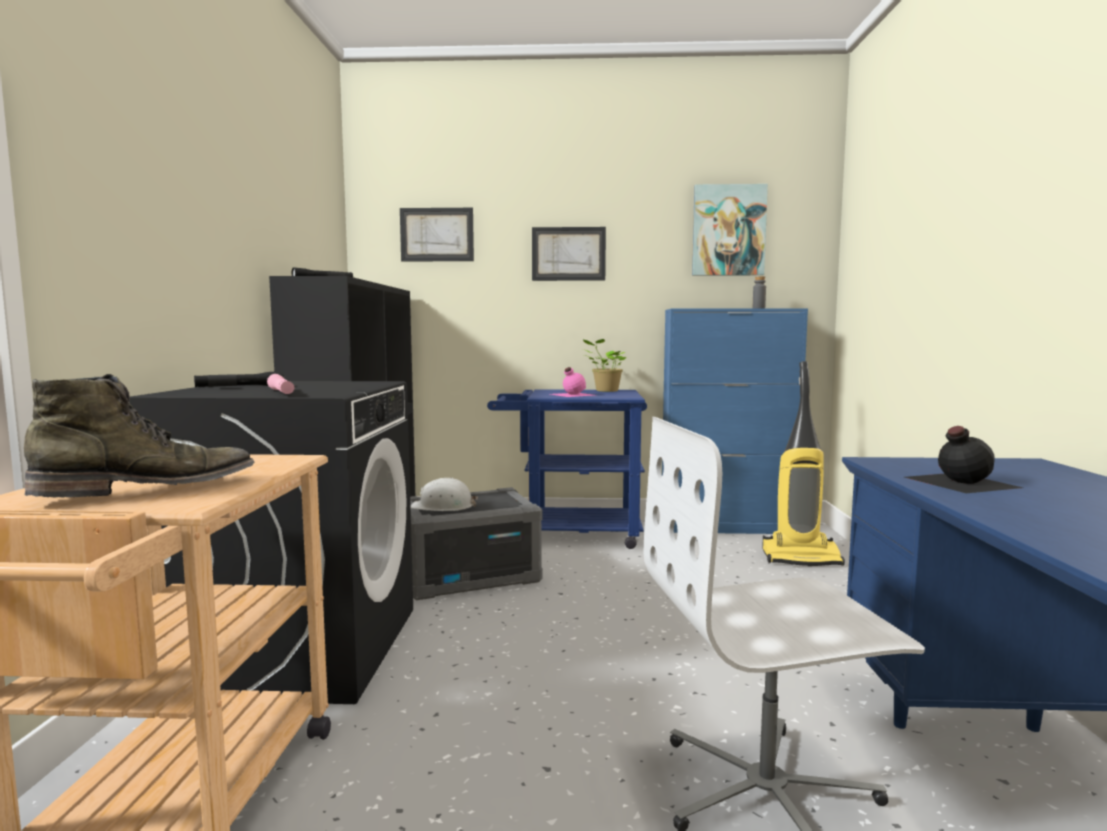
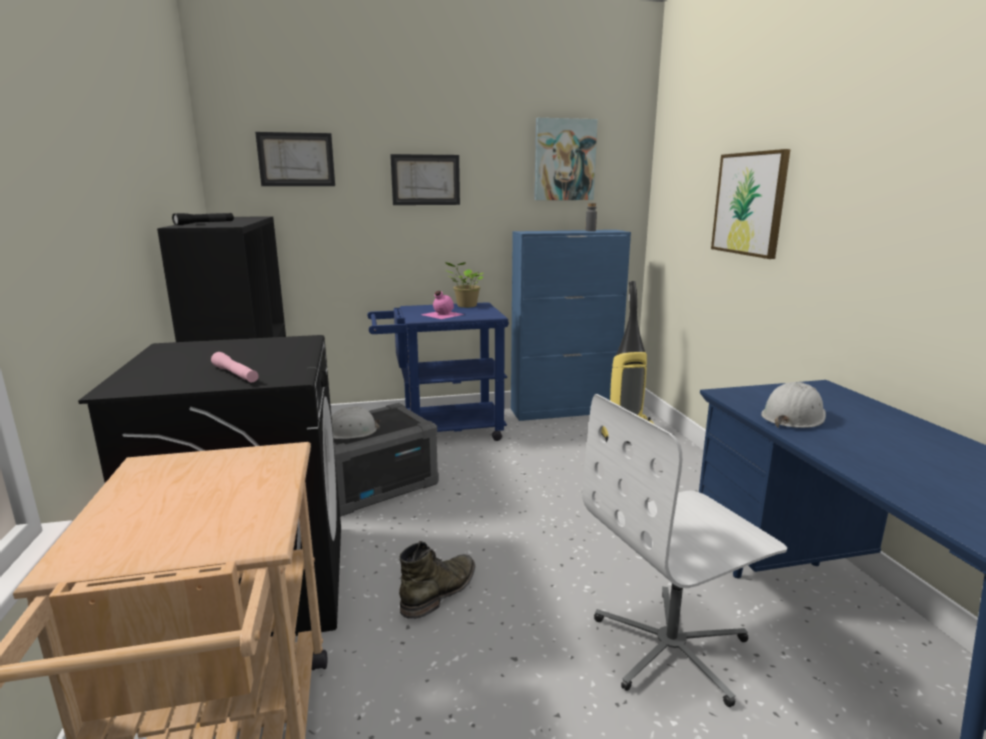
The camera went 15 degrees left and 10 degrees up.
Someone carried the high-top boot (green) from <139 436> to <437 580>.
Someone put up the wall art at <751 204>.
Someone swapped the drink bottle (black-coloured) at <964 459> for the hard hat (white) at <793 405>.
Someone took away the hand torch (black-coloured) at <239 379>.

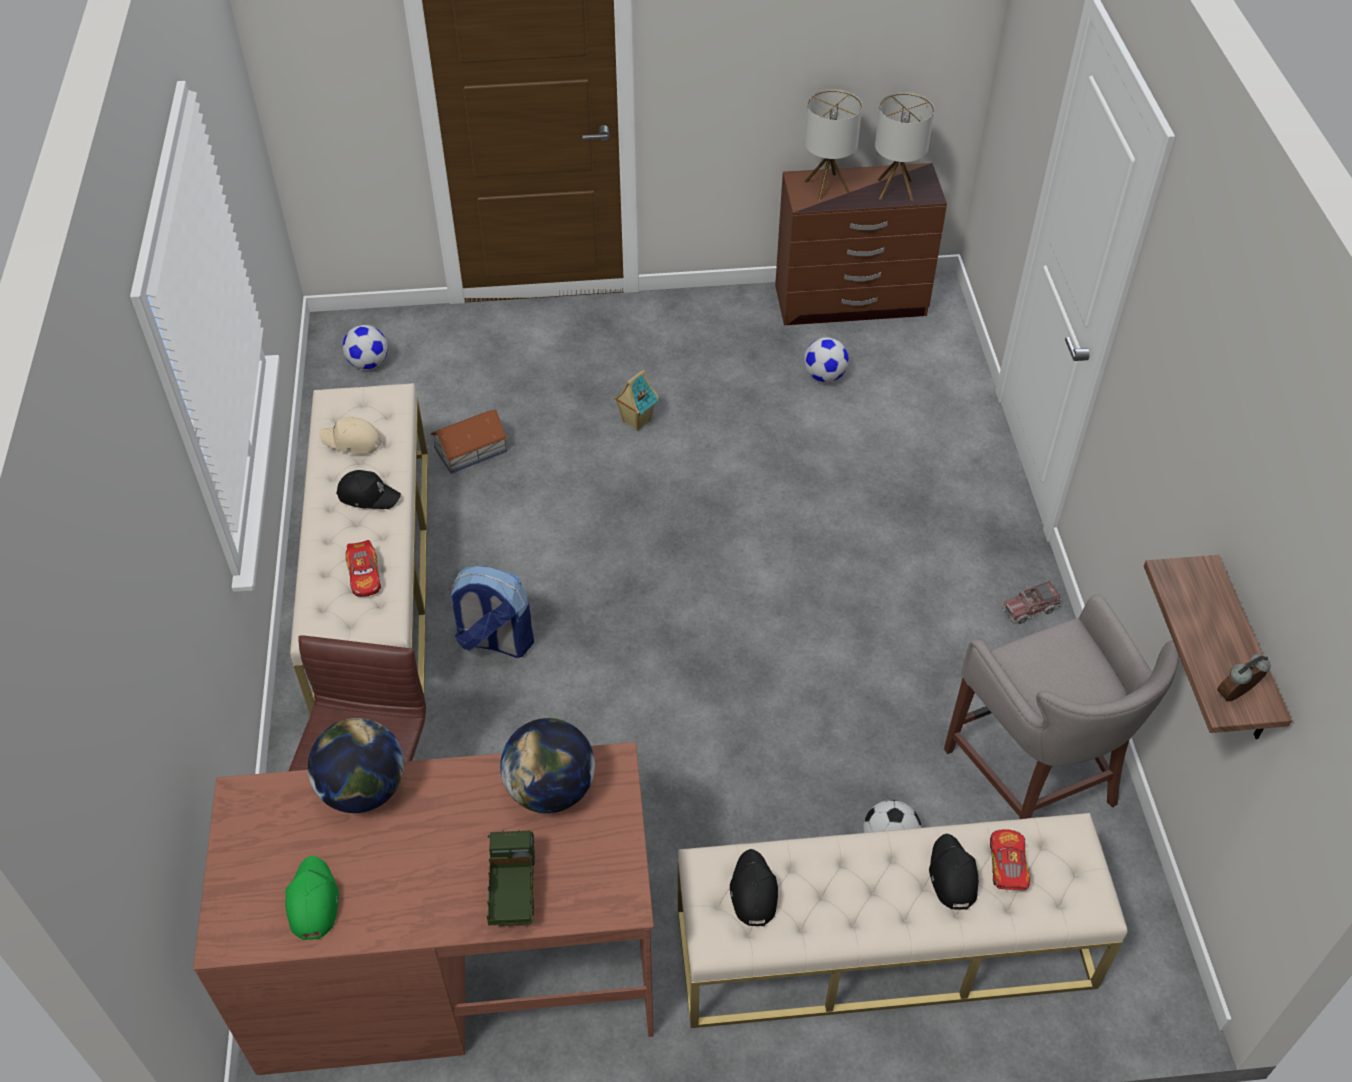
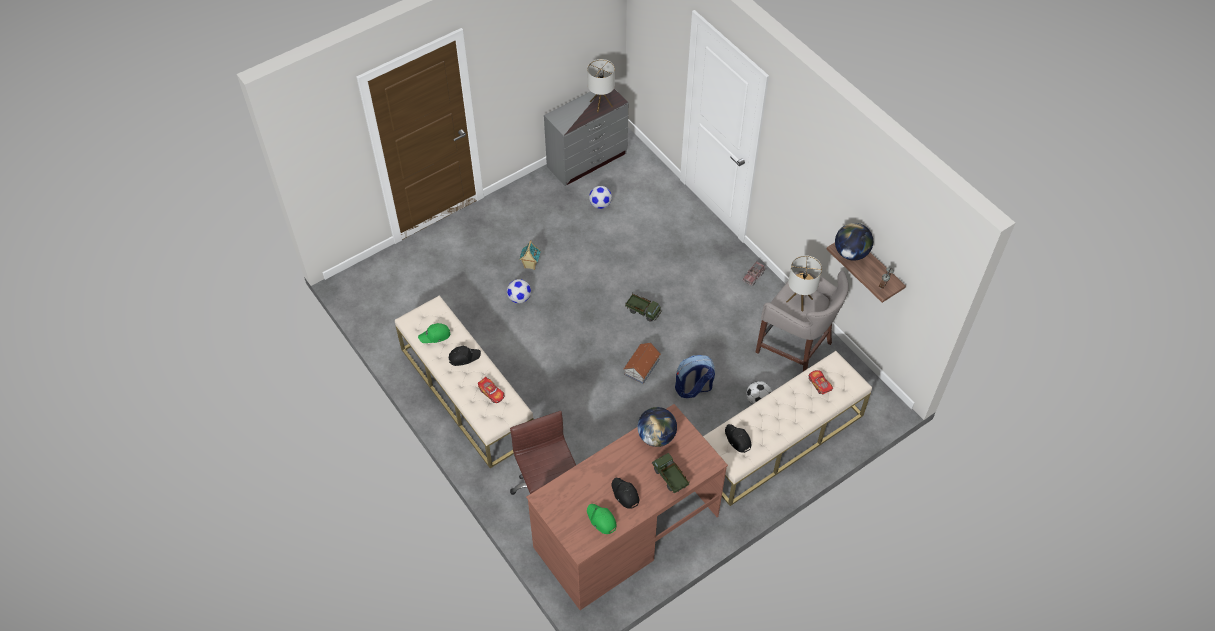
The camera went 30 degrees left and 5 degrees up.
Someone repainted the peaked cap (beige) at <350 435>, which became the peaked cap (green) at <434 333>.
Someone carried the football from <365 347> to <519 291>.
Someone repainted the drawer chest (brown) at <861 244>, which became the drawer chest (grey) at <586 137>.
Someone carried the peaked cap (black-coloured) from <953 872> to <625 493>.
Someone carried the toy house from <469 441> to <642 363>.
Someone put down the toy lorry at <643 307>.
Someone carried the rucksack from <491 612> to <695 376>.
Someone carried the tabletop lamp from <833 144> to <804 283>.
Someone carried the globe from <356 765> to <854 242>.

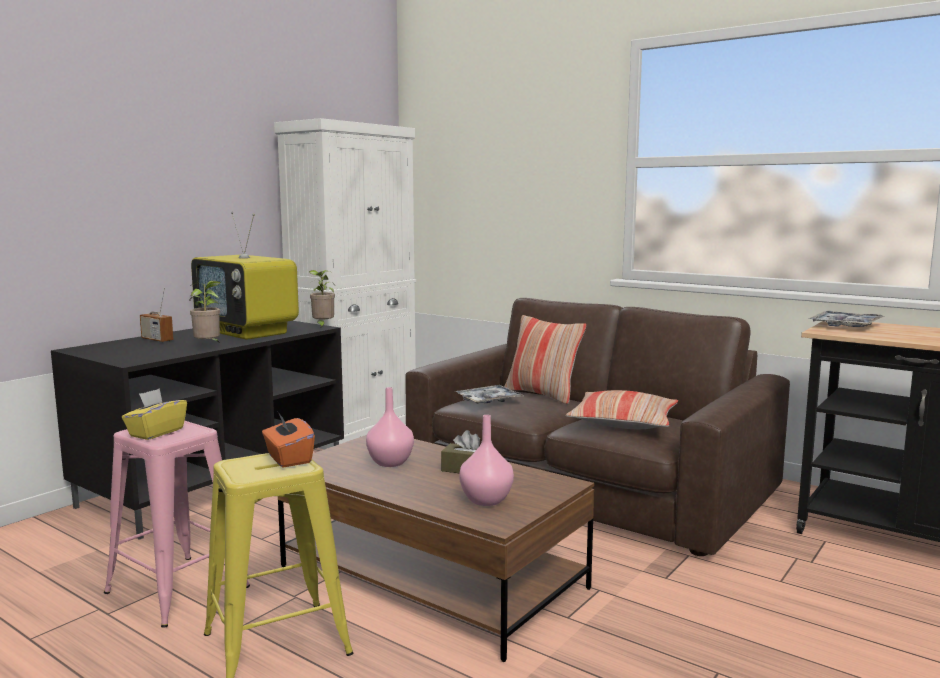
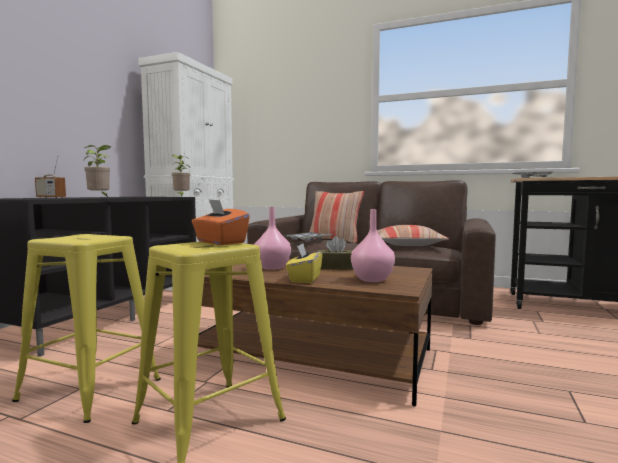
The camera went 15 degrees left and 5 degrees down.
Someone repainted the stool seat (pink-coloured) at <177 524>, which became the stool seat (yellowish) at <86 328>.
Someone carried the tissue box (yellowish) from <154 414> to <304 263>.
Someone took away the television at <245 276>.

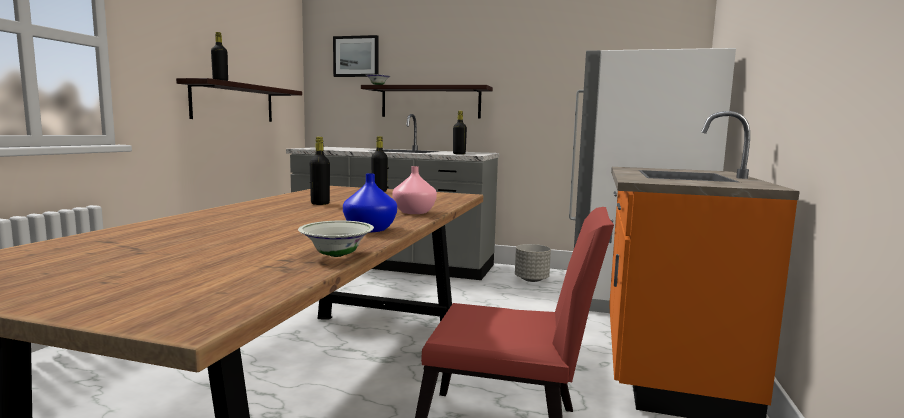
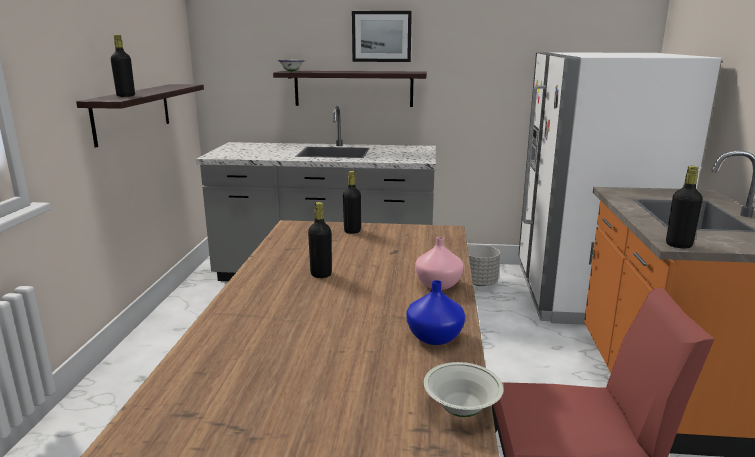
The camera went 10 degrees left and 10 degrees up.
Someone carried the wall art from <356 56> to <382 36>.
Someone carried the drink bottle (black-coloured) from <460 133> to <684 207>.

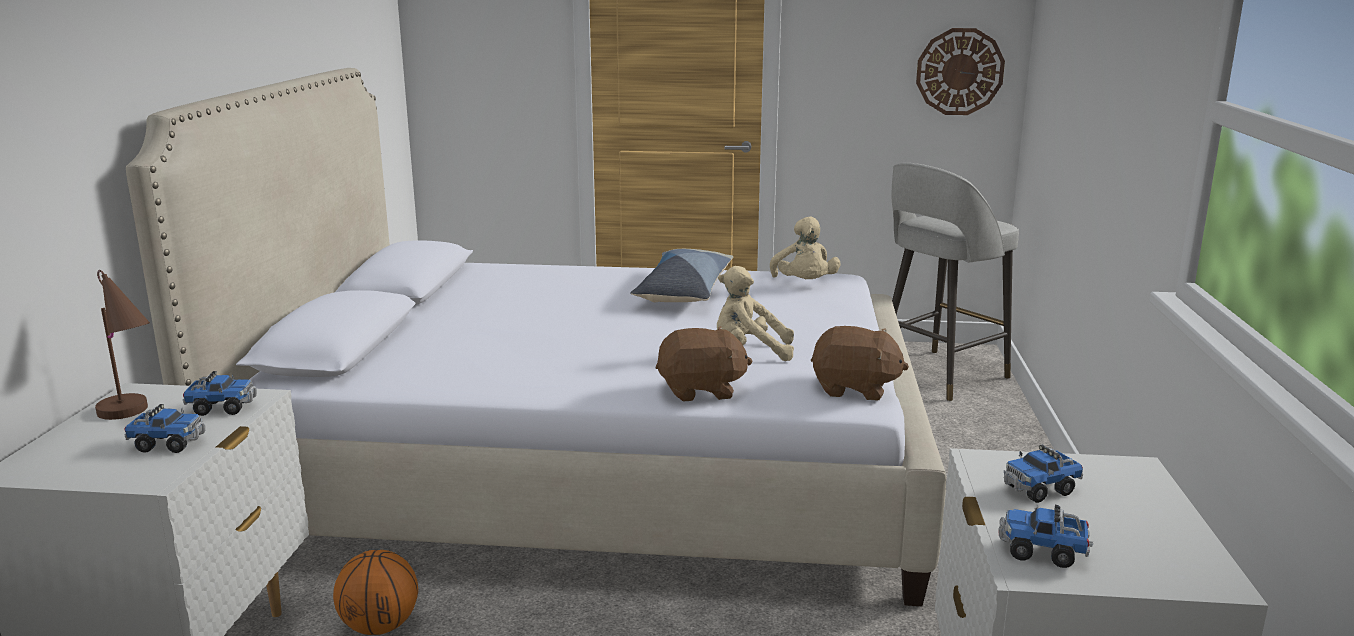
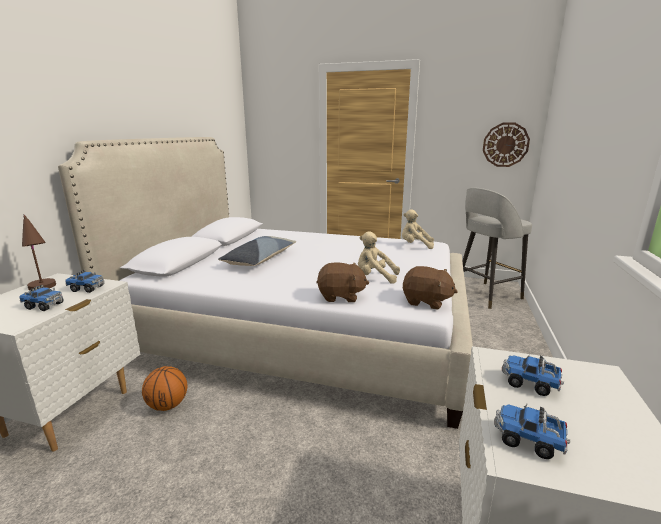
The camera went 10 degrees right and 0 degrees up.
Someone carried the pillow from <681 275> to <257 251>.
Someone rotated the plush toy (beige) at <805 248> by 105 degrees clockwise.
Someone rotated the toy lorry at <1043 474> by 45 degrees clockwise.

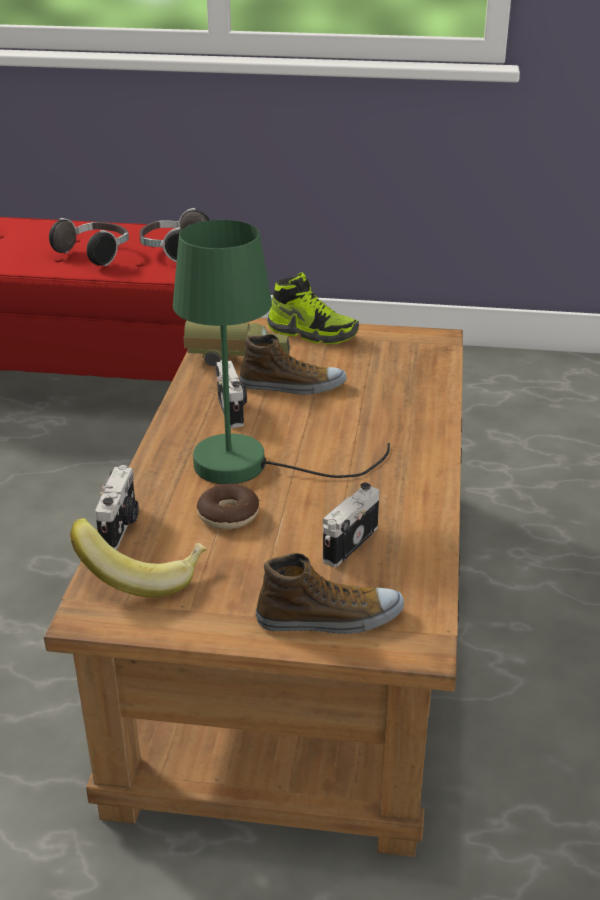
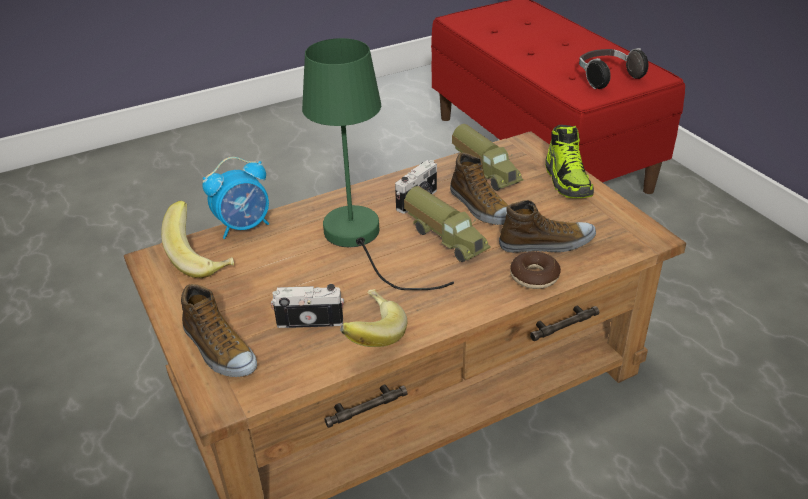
The camera went 55 degrees right and 5 degrees up.
Someone swapped the photo camera at <117 507> for the alarm clock at <236 198>.
Someone put down the banana fruit at <374 318>.
Someone put down the toy lorry at <447 224>.
Someone put down the shoe at <547 226>.
Someone carried the ring doughnut from <228 506> to <535 270>.
Someone took away the pair of headphones at <89 242>.

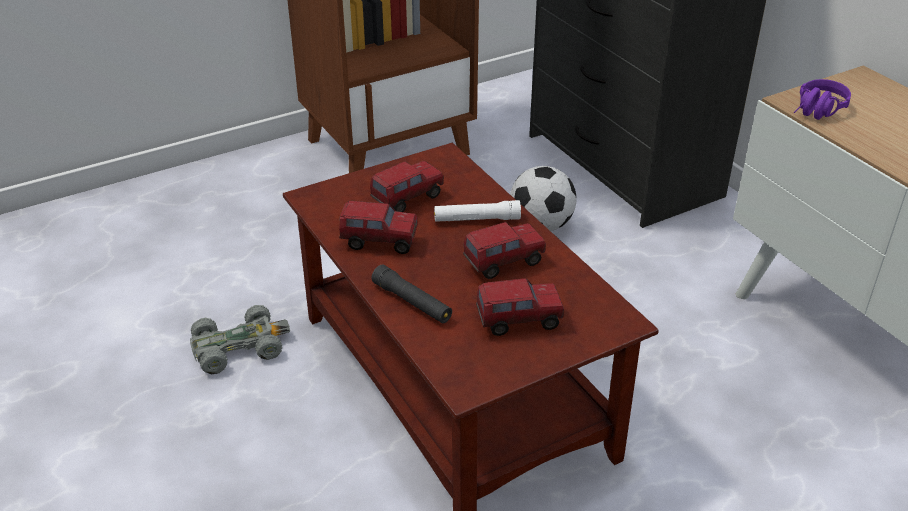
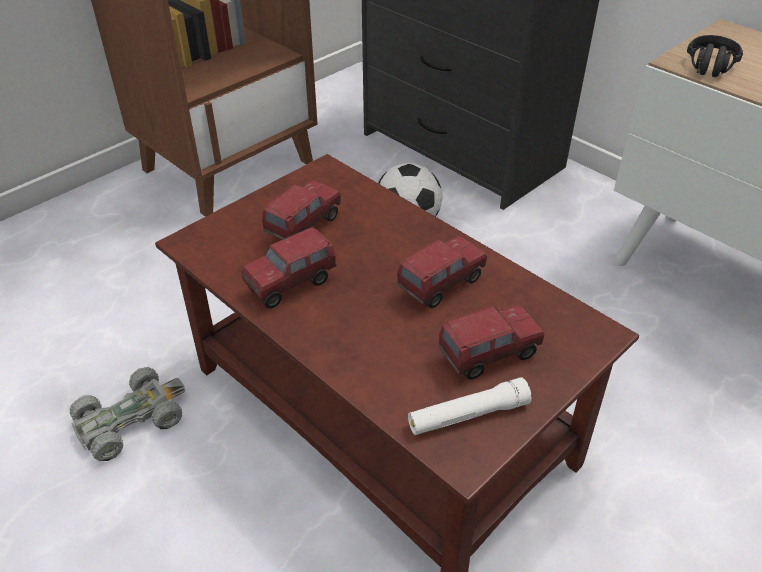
The camera went 15 degrees left and 5 degrees up.
Someone rotated the toy lorry at <378 227> by 150 degrees clockwise.
Someone carried the hand torch (white) from <477 211> to <470 406>.
Someone repainted the pair of headphones (purple-coloured) at <822 99>, which became the pair of headphones (black-coloured) at <715 56>.
Someone took away the hand torch (black-coloured) at <412 294>.

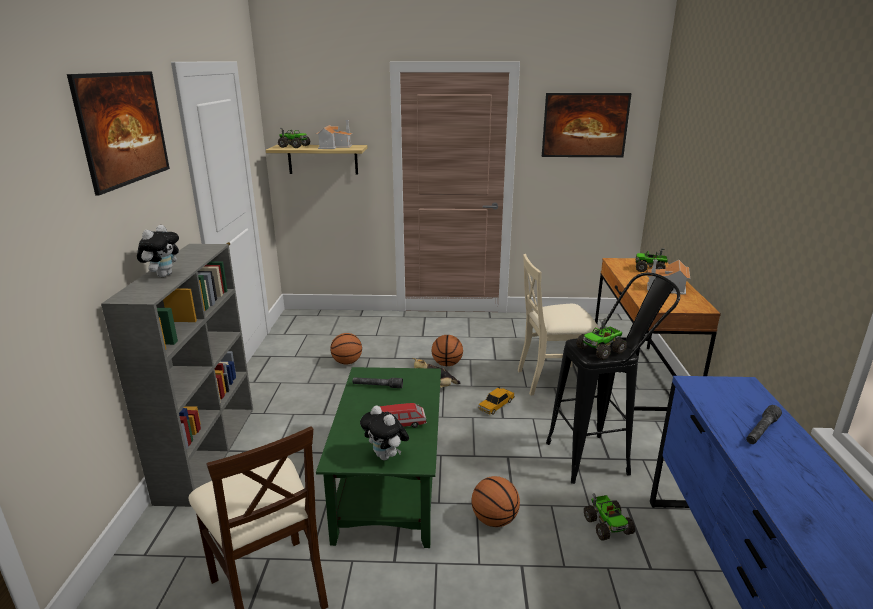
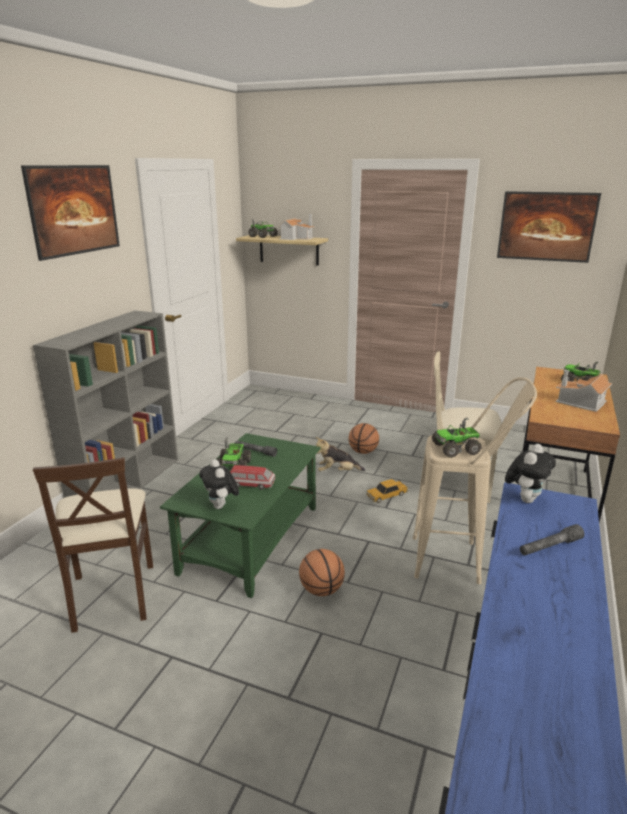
The camera went 20 degrees right and 0 degrees up.
Someone carried the toy lorry from <609 516> to <233 452>.
Someone repainted the stool seat (black-coloured) at <613 378>, which became the stool seat (beige) at <475 480>.
Someone carried the plush toy from <158 251> to <530 473>.
Someone took away the basketball at <346 348>.

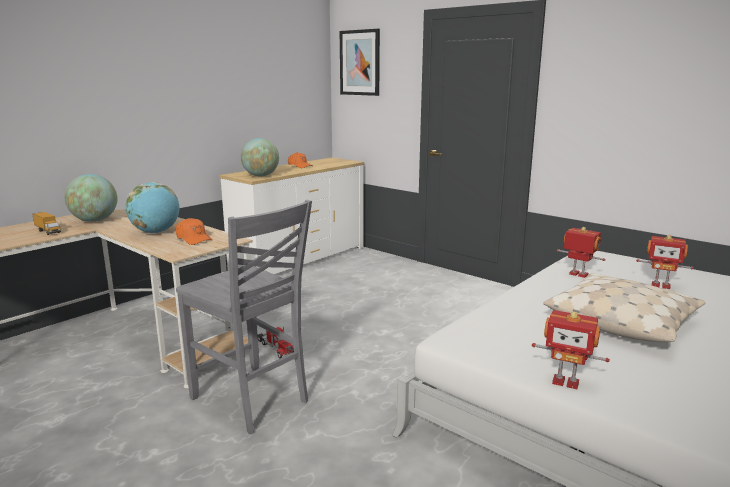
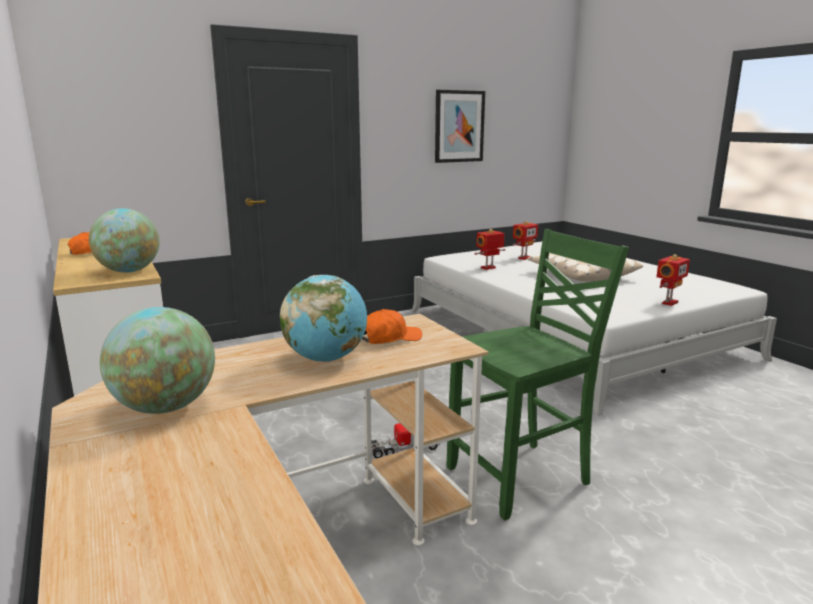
The camera went 70 degrees left and 0 degrees up.
Someone carried the wall art from <360 62> to <460 126>.
Someone repainted the plain chair (grey) at <244 317>, which became the plain chair (green) at <538 374>.
Someone took away the toy lorry at <46 223>.

